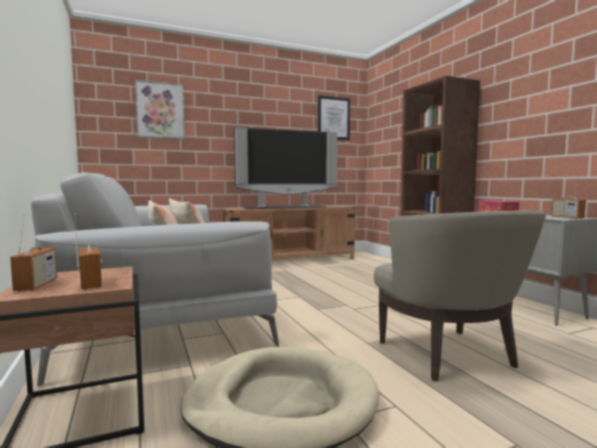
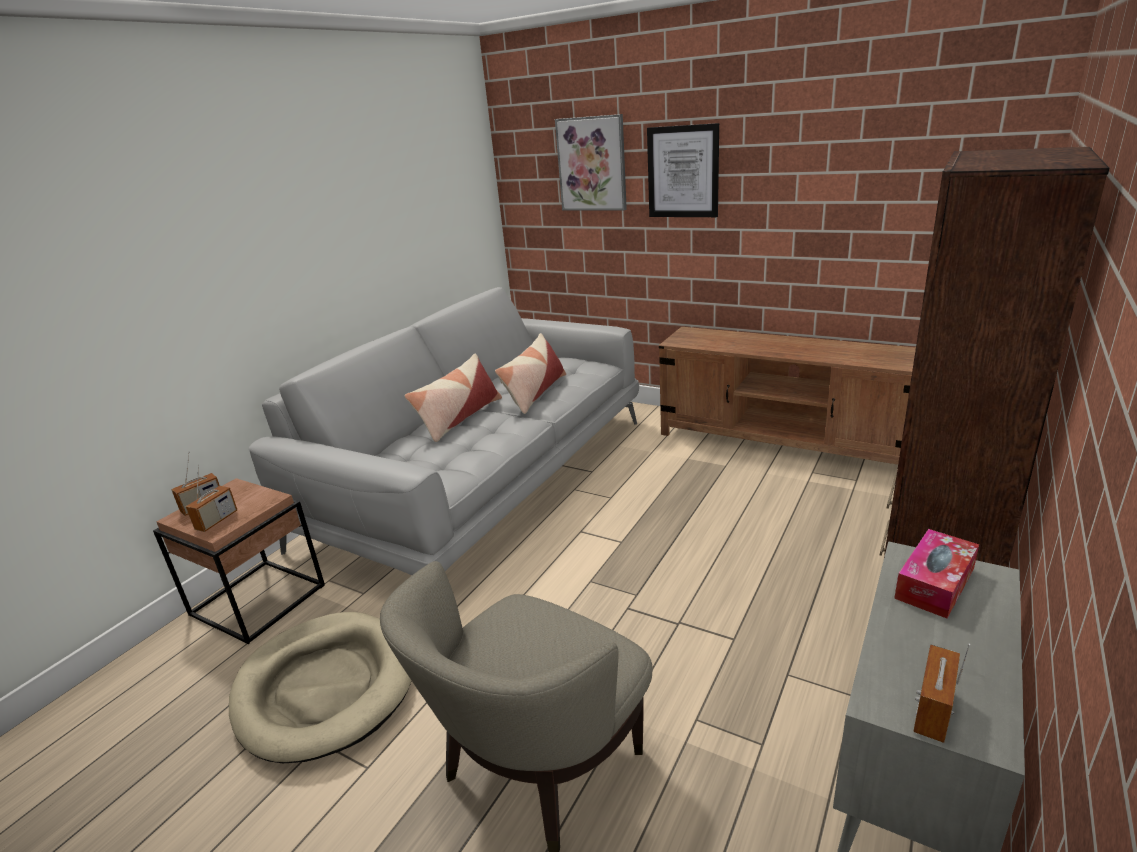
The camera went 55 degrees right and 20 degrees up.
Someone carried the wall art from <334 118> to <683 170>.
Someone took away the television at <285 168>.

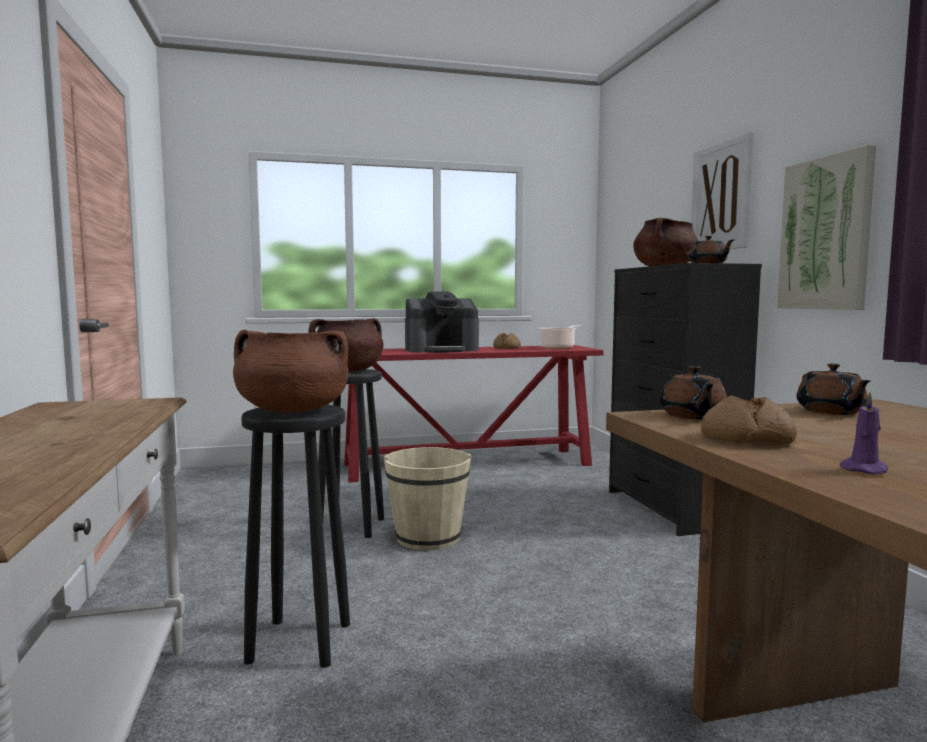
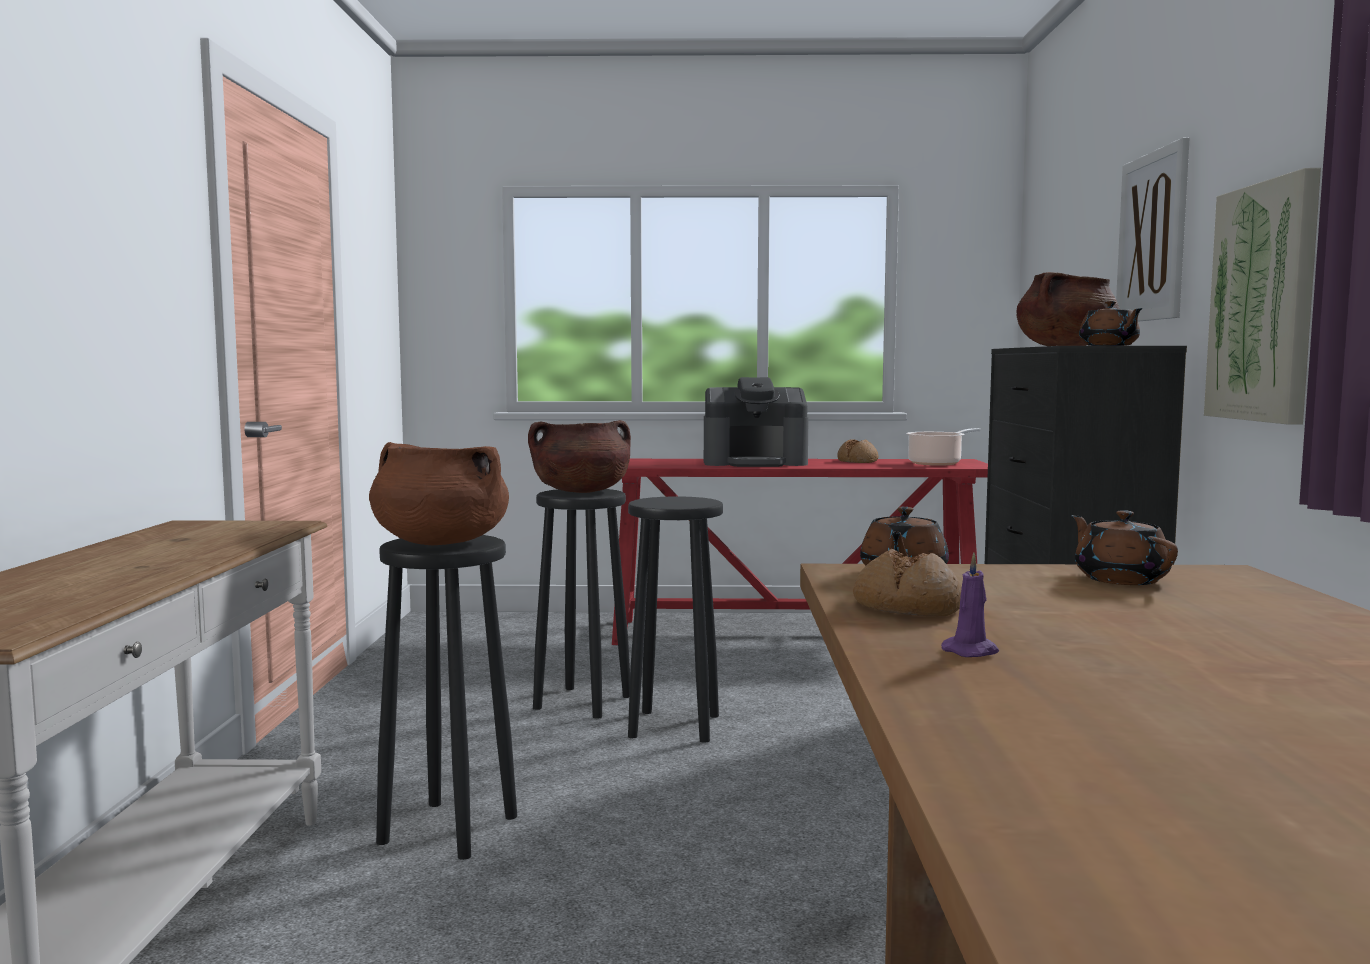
The camera went 15 degrees right and 0 degrees up.
Someone swapped the bucket (beige) at <427 498> for the stool seat (black-coloured) at <675 619>.
Someone rotated the pot for tea (brown) at <833 389> by 150 degrees clockwise.

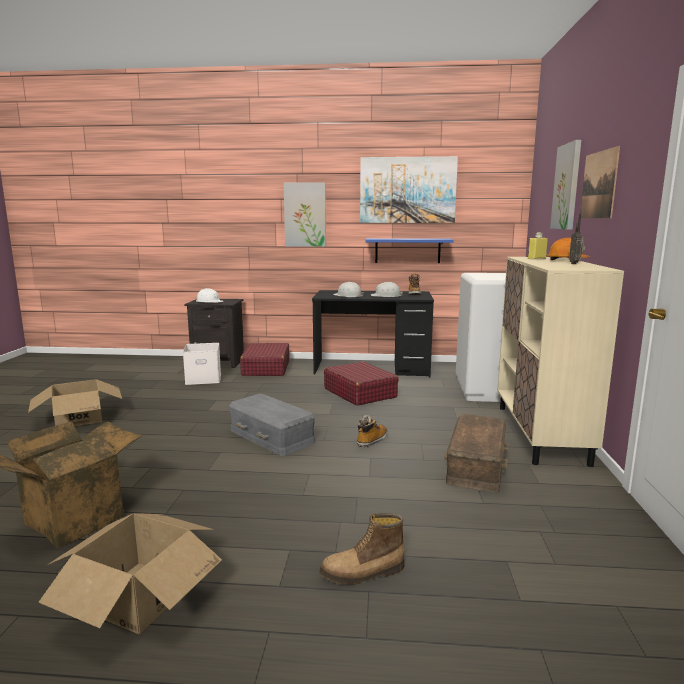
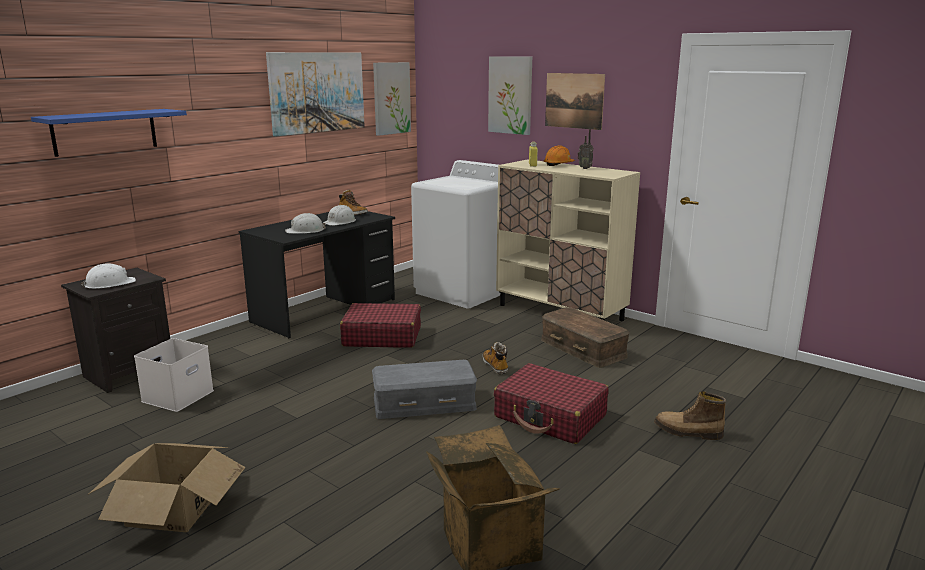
The camera went 55 degrees left and 5 degrees up.
Someone carried the wall shelf (bluish) from <409 250> to <109 133>.
Someone carried the wall art from <305 214> to <392 99>.
Someone carried the piece of luggage (reddish) from <264 359> to <551 403>.
Someone rotated the high-top boot at <361 549> by 90 degrees clockwise.
Someone took away the cardboard box at <130 573>.

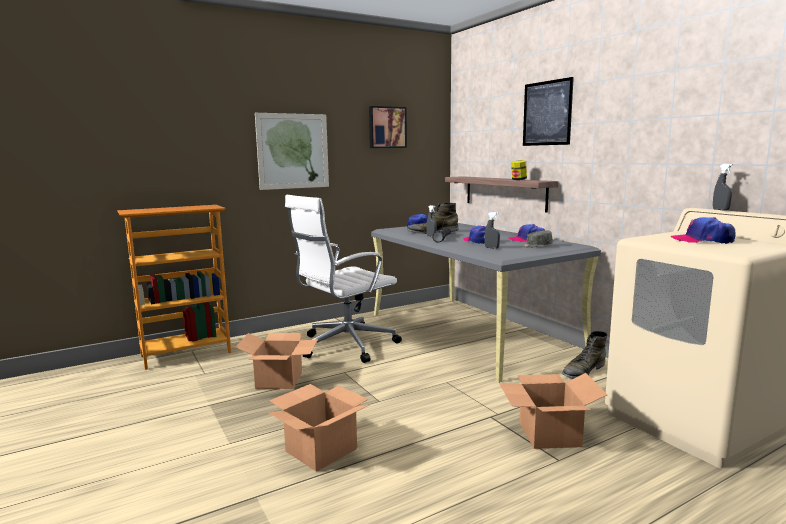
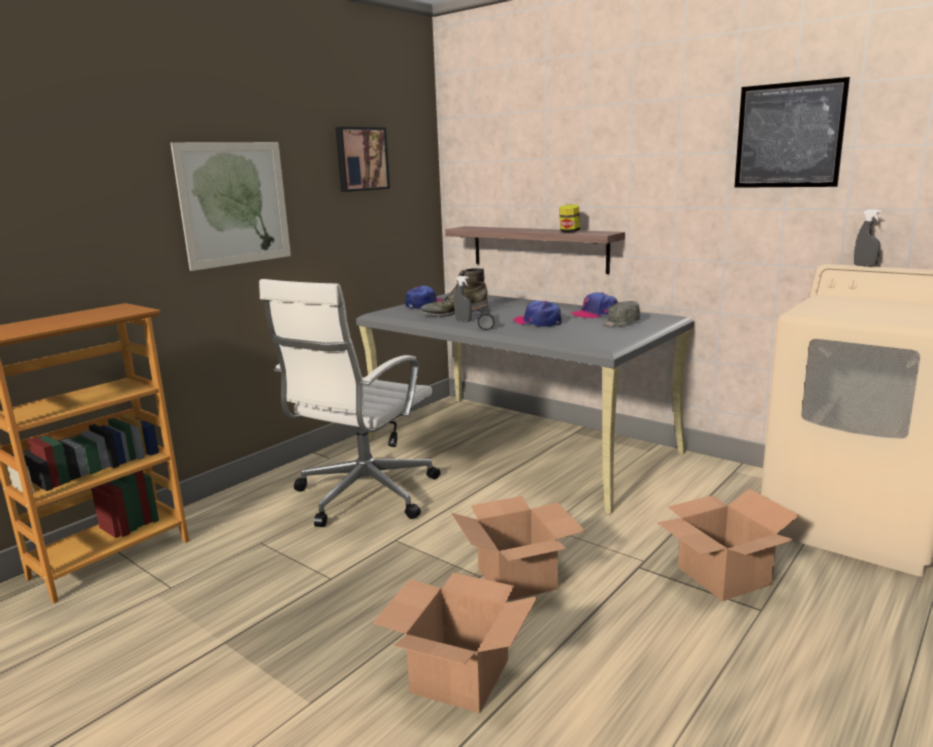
The camera went 20 degrees left and 5 degrees up.
Someone carried the cardboard box from <276 361> to <518 548>.
Someone carried the wall art from <548 111> to <792 132>.
Someone took away the sprayer (grey) at <492 230>.
Someone took away the high-top boot (green) at <584 355>.
Someone took away the peaked cap at <703 230>.

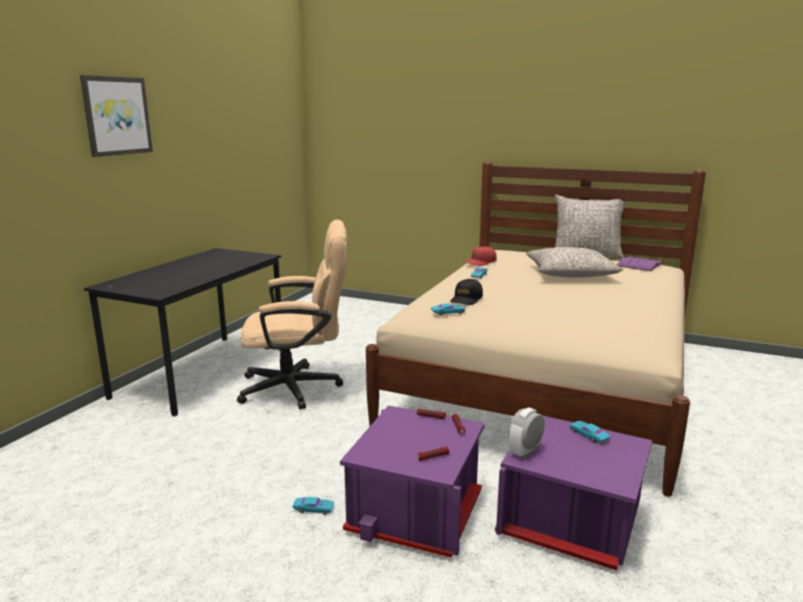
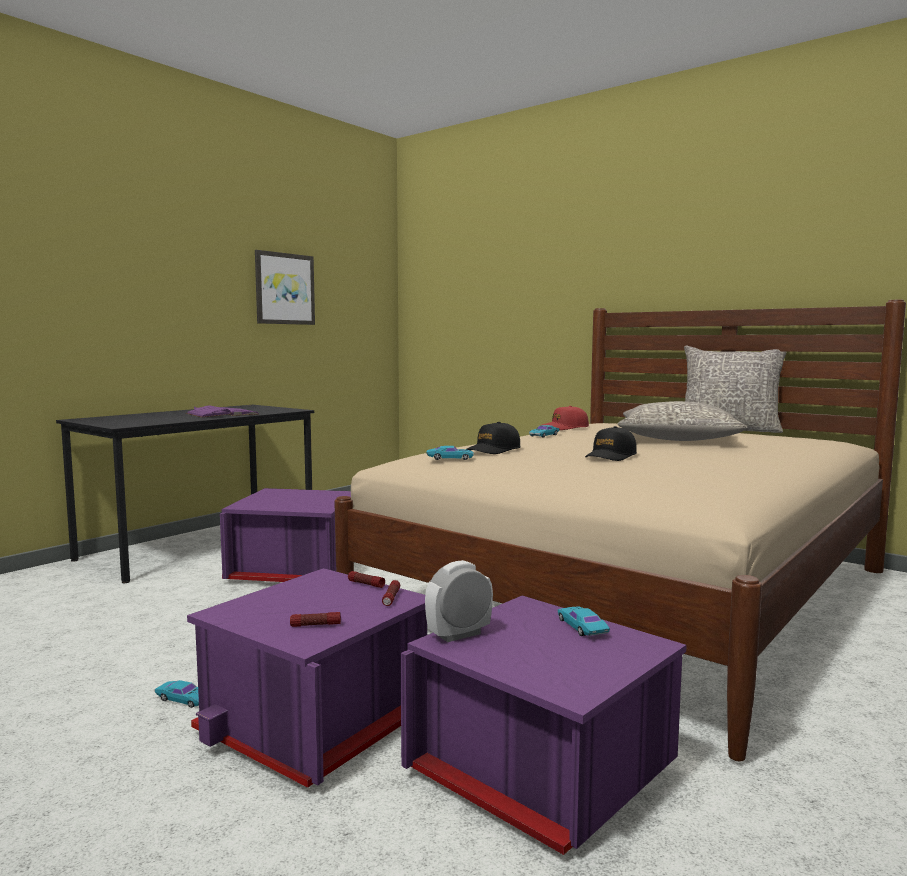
The camera went 15 degrees right and 10 degrees down.
Someone carried the volume (purple-coloured) from <640 264> to <222 411>.
Someone swapped the office chair (beige) at <292 314> for the storage bin (purple-coloured) at <285 535>.
Someone carried the wall art from <116 116> to <285 287>.
Someone put down the peaked cap (black-coloured) at <611 443>.

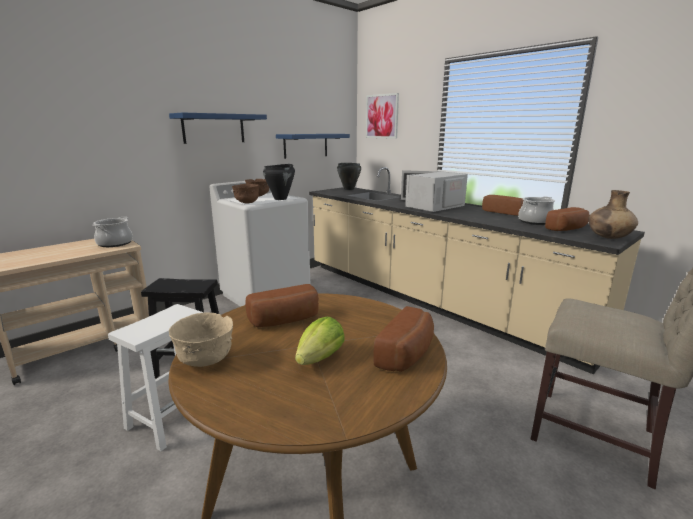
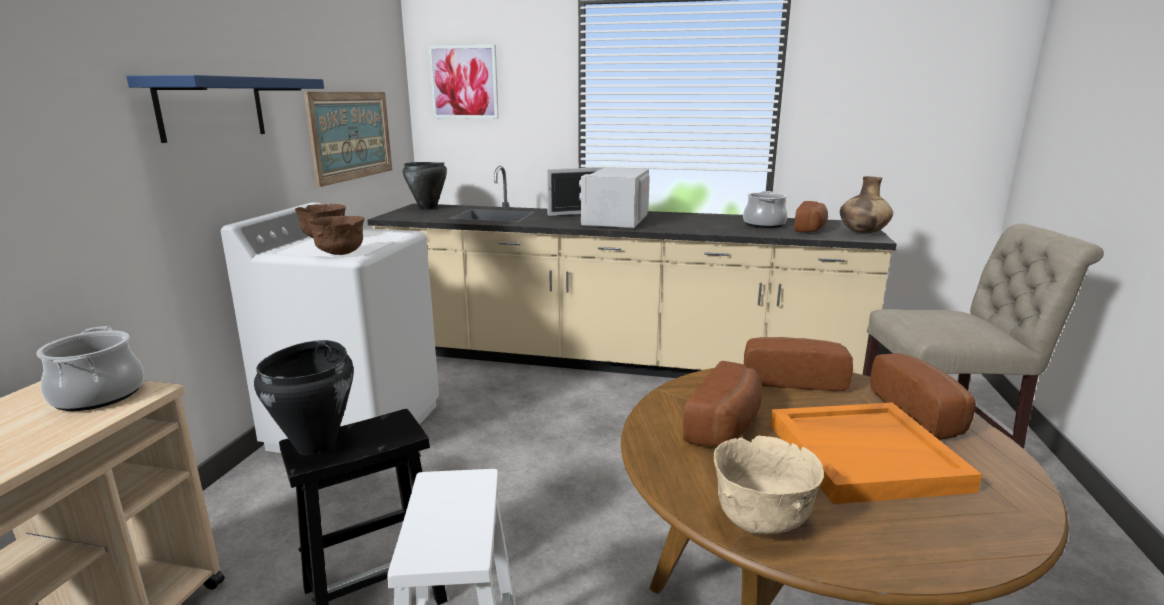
The camera went 35 degrees left and 0 degrees up.
Someone carried the stockpot (black-coloured) from <279 182> to <304 397>.
Someone swapped the wall shelf (bluish) at <313 146> for the wall art at <348 139>.
Someone carried the bakery bread from <502 205> to <798 364>.
Someone swapped the lettuce at <320 341> for the tray (orangey) at <876 453>.

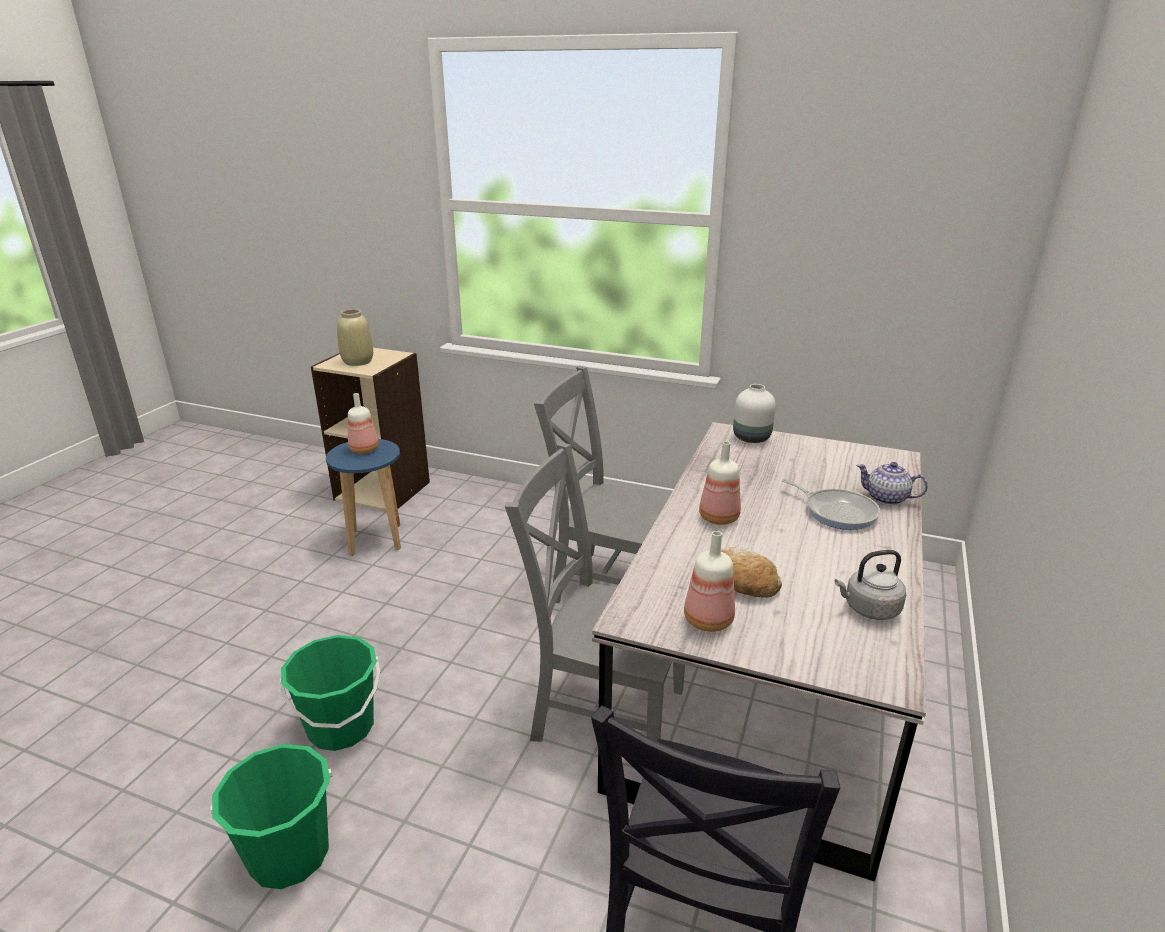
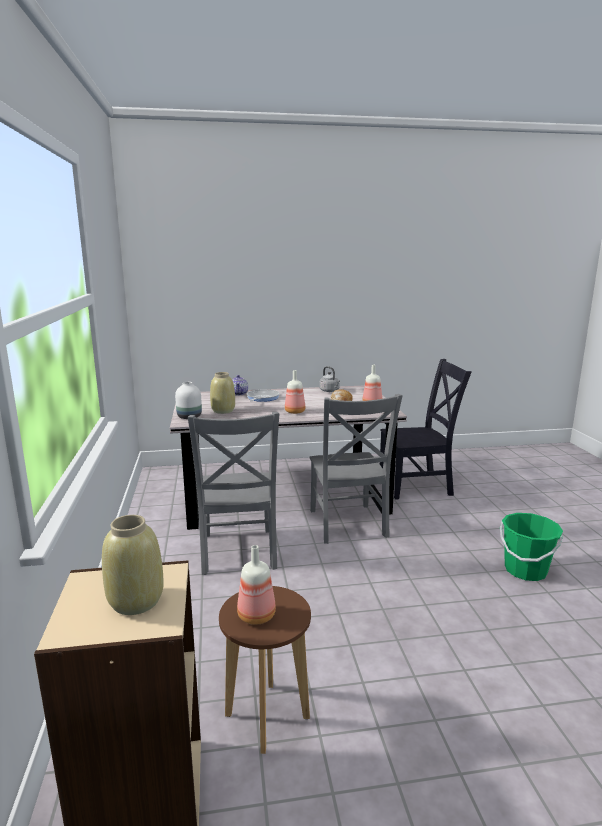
The camera went 120 degrees left and 10 degrees down.
Someone put down the flower vase (beige) at <222 393>.
Someone repainted the stool seat (bluish) at <363 497>, which became the stool seat (brown) at <265 670>.
Someone took away the bucket (green) at <330 693>.

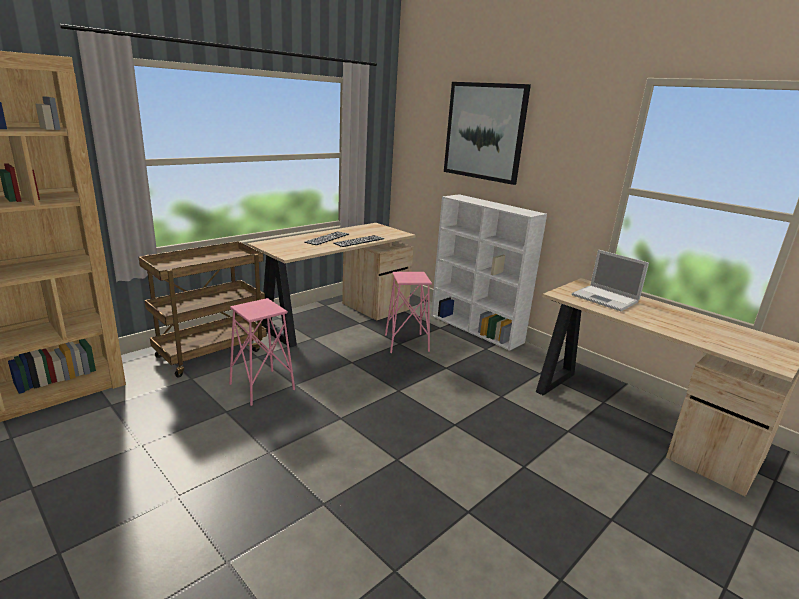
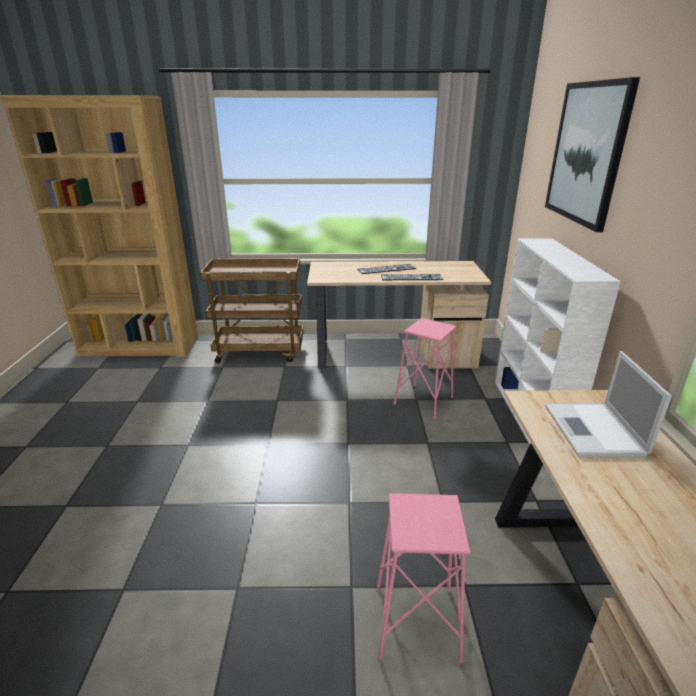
The camera went 45 degrees right and 5 degrees up.
Someone carried the stool seat (pink-coloured) from <262 352> to <424 578>.

